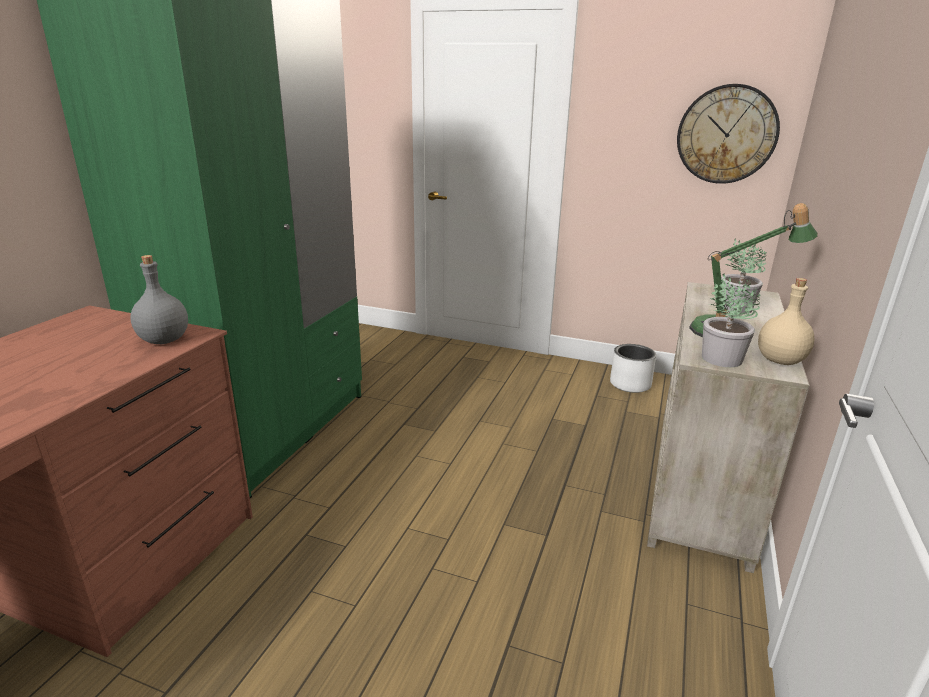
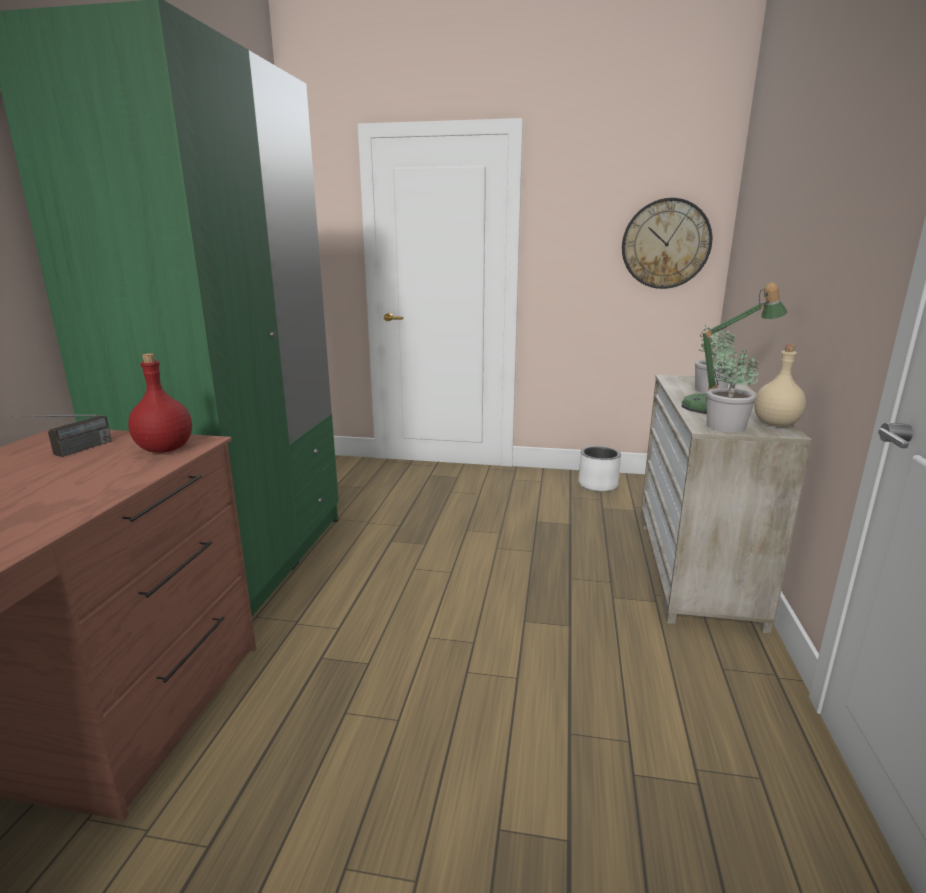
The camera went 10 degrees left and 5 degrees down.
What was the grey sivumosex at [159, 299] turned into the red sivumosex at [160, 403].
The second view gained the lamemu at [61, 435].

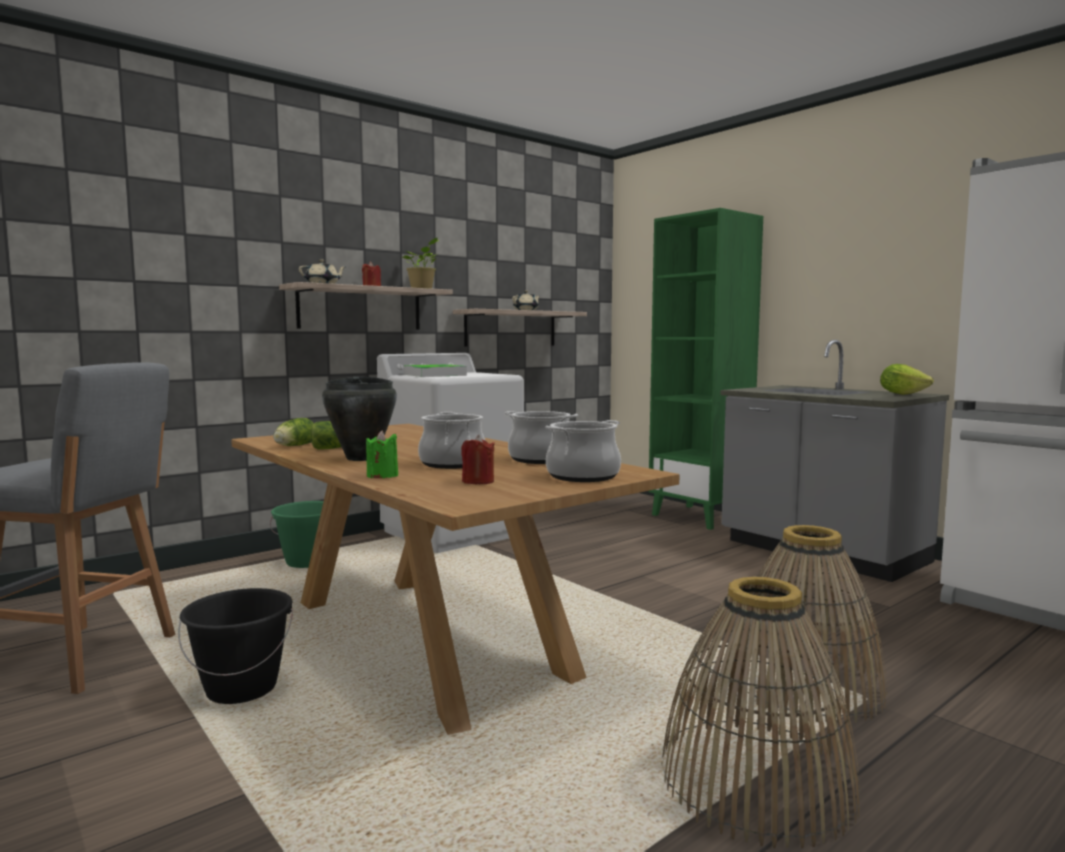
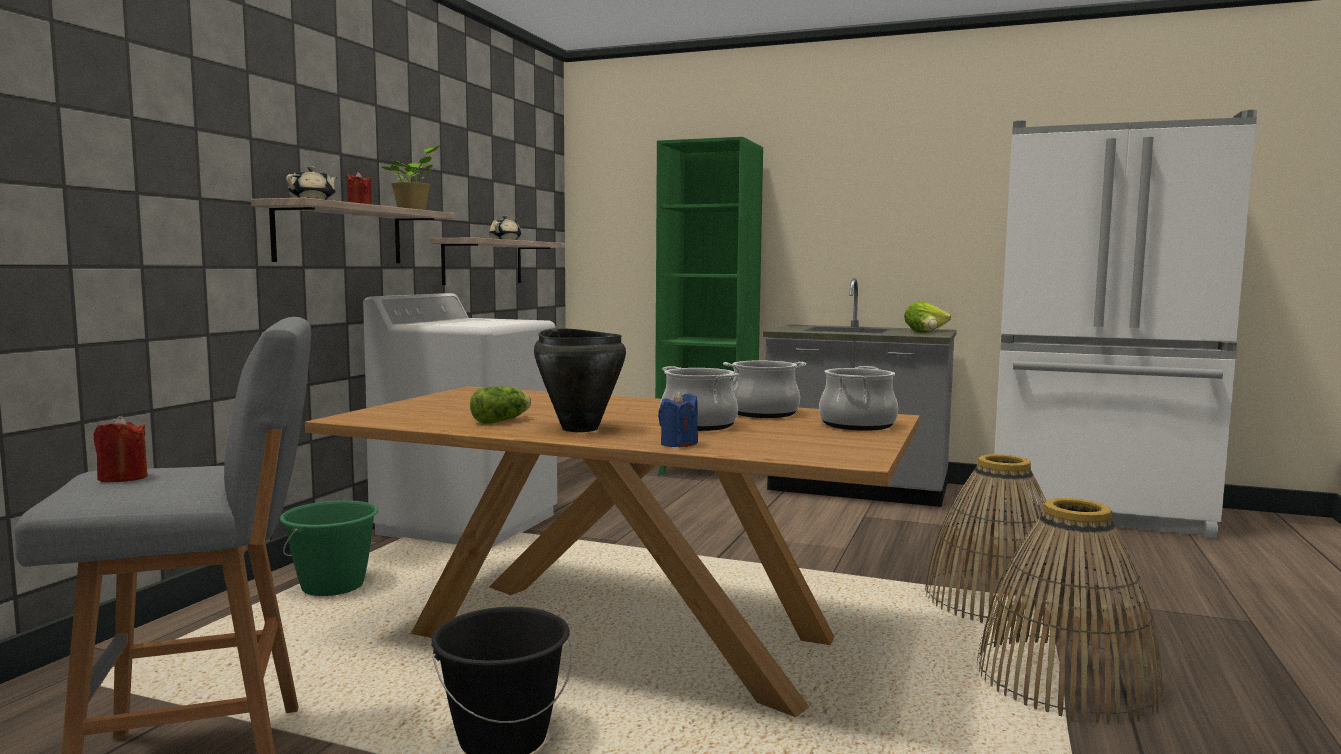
The camera went 30 degrees left and 0 degrees up.
The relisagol ended up elsewhere, having gone from [293, 432] to [923, 322].
What was the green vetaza at [382, 454] turned into the blue vetaza at [678, 419].
The second view lost the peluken at [435, 370].
The red vetaza ended up elsewhere, having gone from [478, 459] to [120, 448].

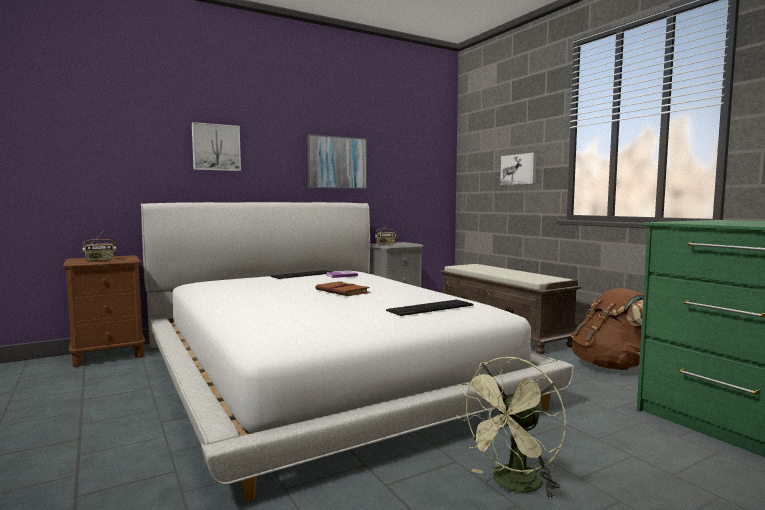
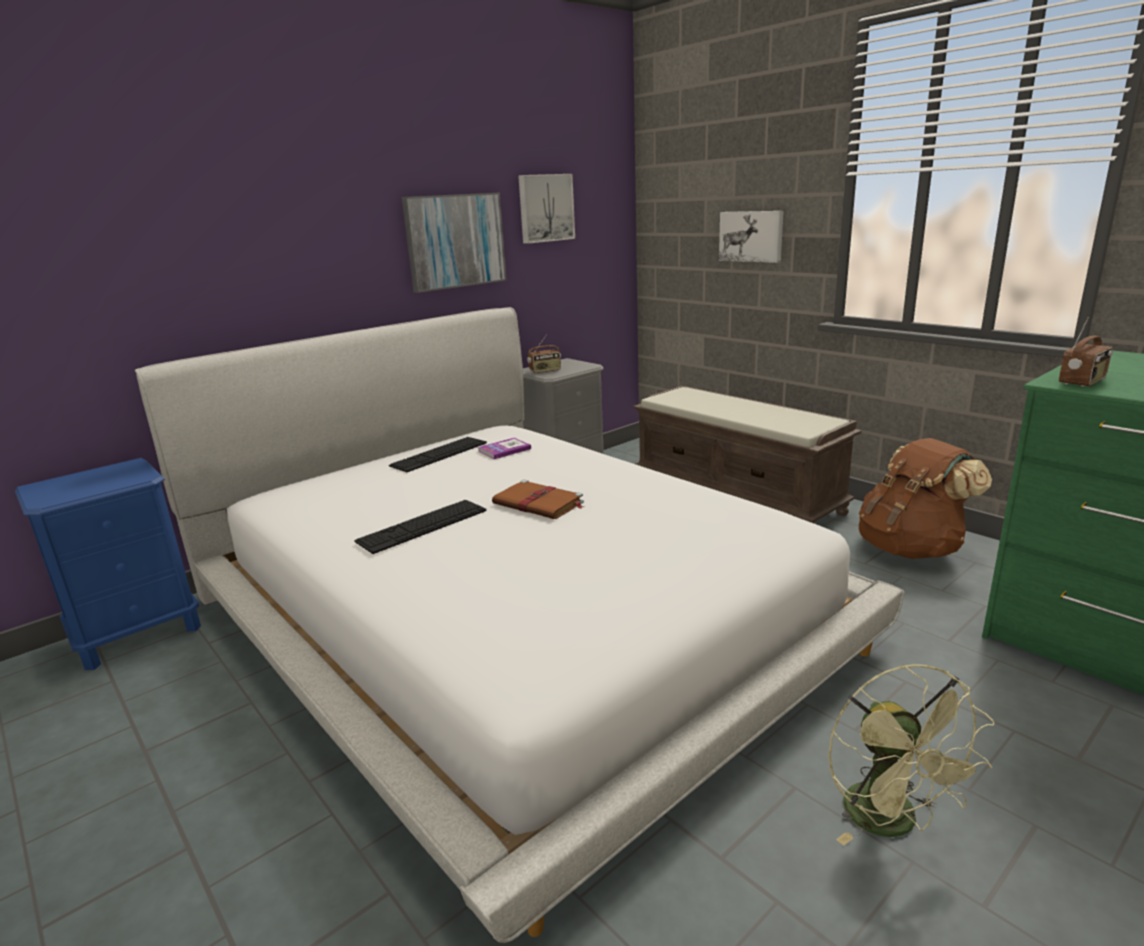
The camera went 10 degrees left and 15 degrees up.
What was the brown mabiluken at [104, 311] turned into the blue mabiluken at [108, 564].
The lamemu ended up elsewhere, having gone from [99, 246] to [1086, 352].
The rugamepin ended up elsewhere, having gone from [216, 146] to [546, 209].
The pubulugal ended up elsewhere, having gone from [429, 307] to [420, 527].
The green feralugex at [511, 428] ended up facing another way, 45 degrees counterclockwise from before.

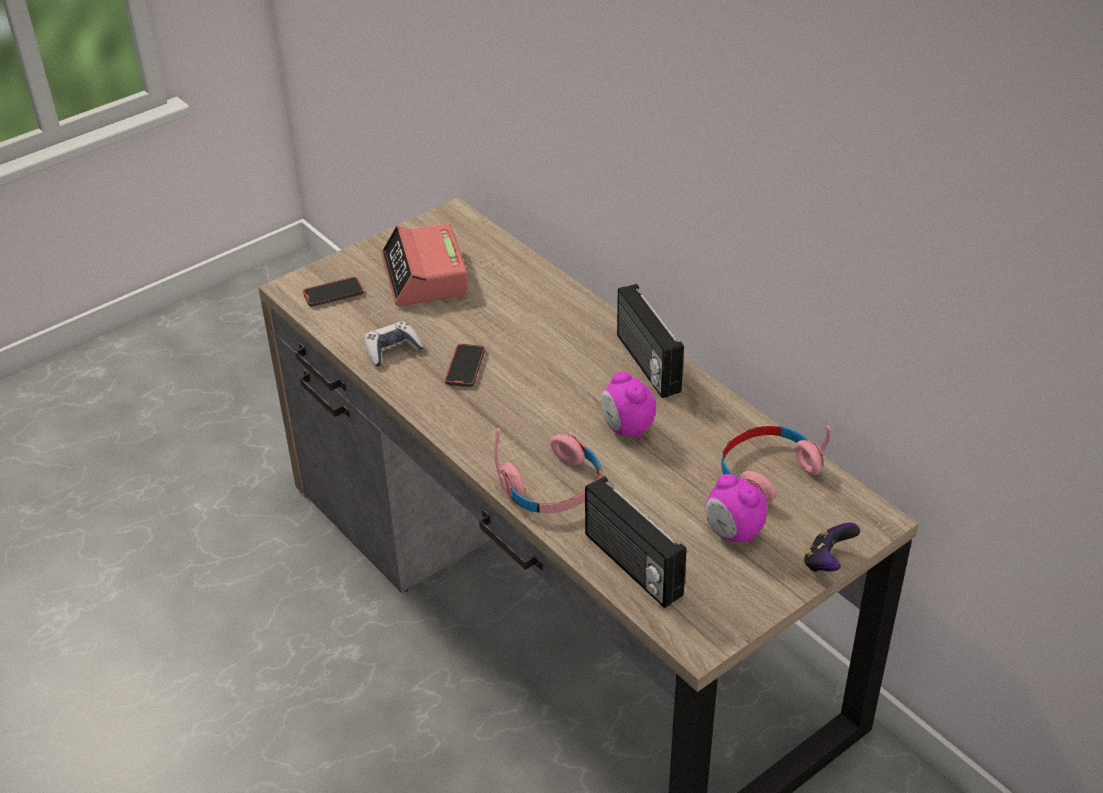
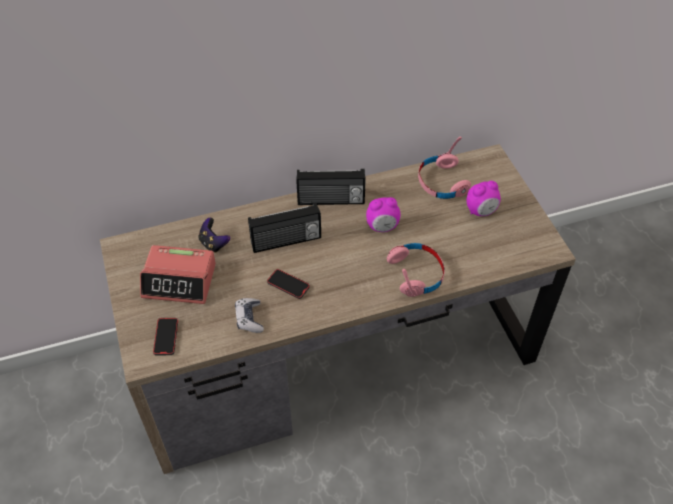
The camera went 70 degrees left and 10 degrees up.
The lamemu ended up elsewhere, having gone from [635, 542] to [284, 228].
The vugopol ended up elsewhere, having gone from [832, 547] to [214, 235].

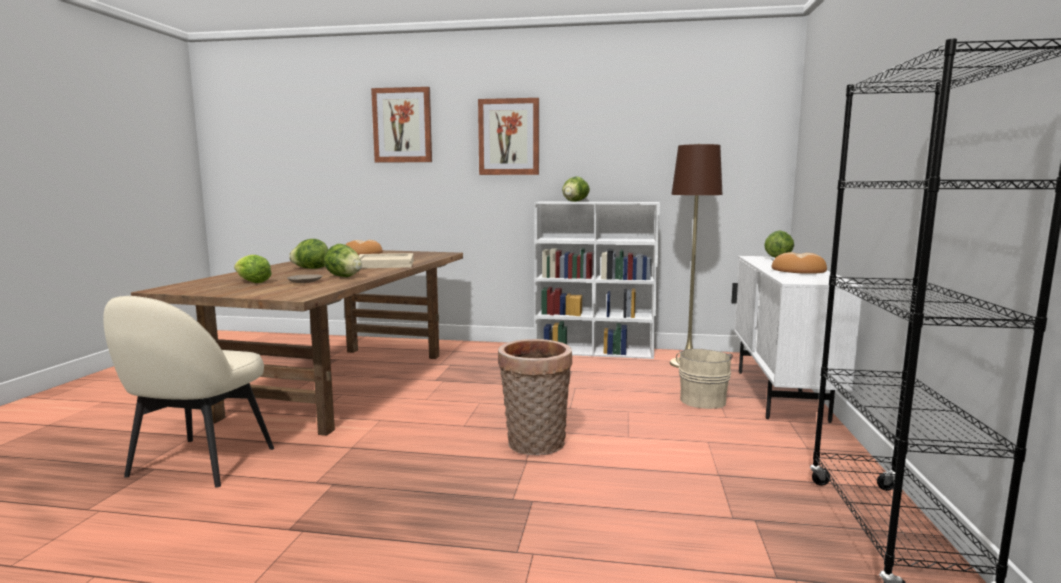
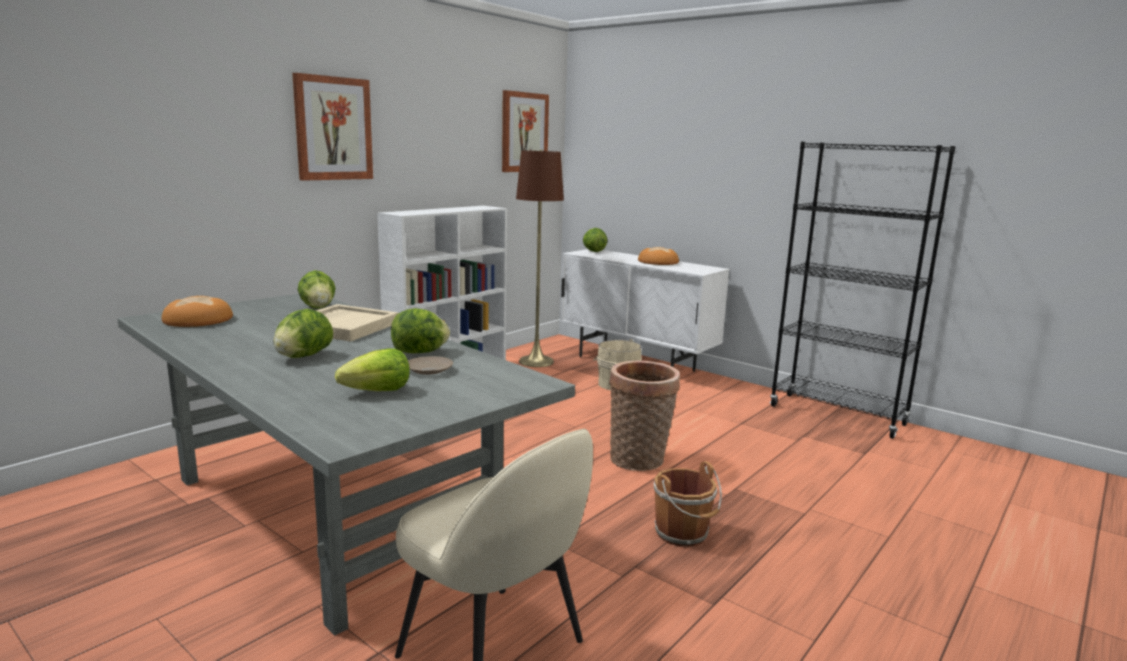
The camera went 60 degrees left and 5 degrees up.
What was the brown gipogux at [297, 343] turned into the grey gipogux at [346, 465].
The rugamepin ended up elsewhere, having gone from [401, 125] to [525, 131].
The relisagol ended up elsewhere, having gone from [576, 189] to [316, 289].
The second view gained the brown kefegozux at [688, 504].

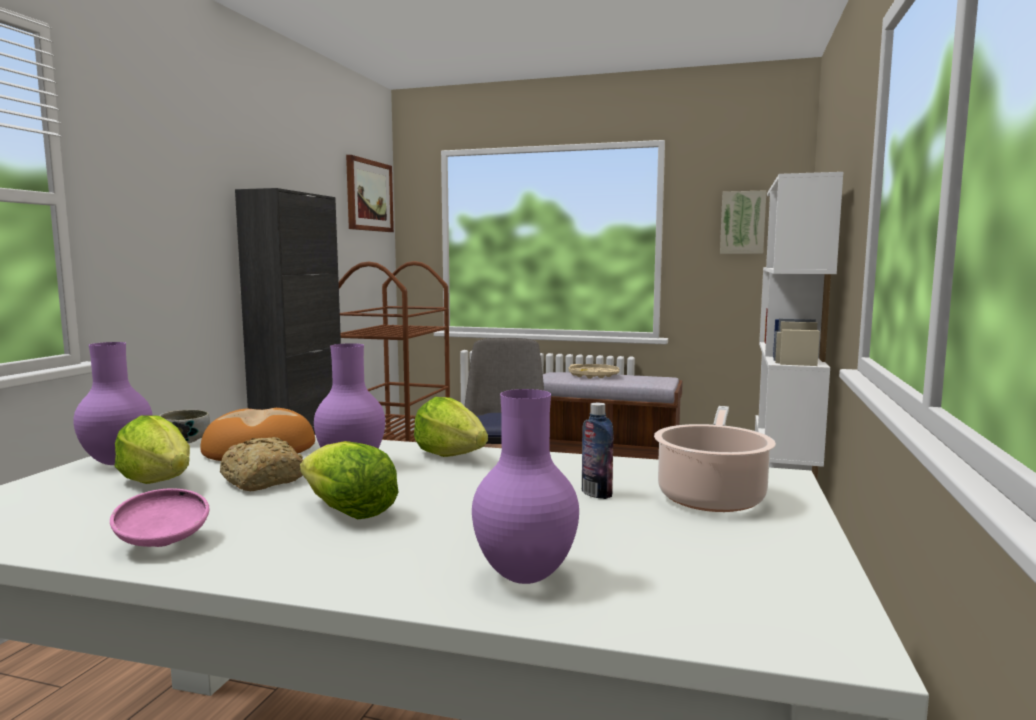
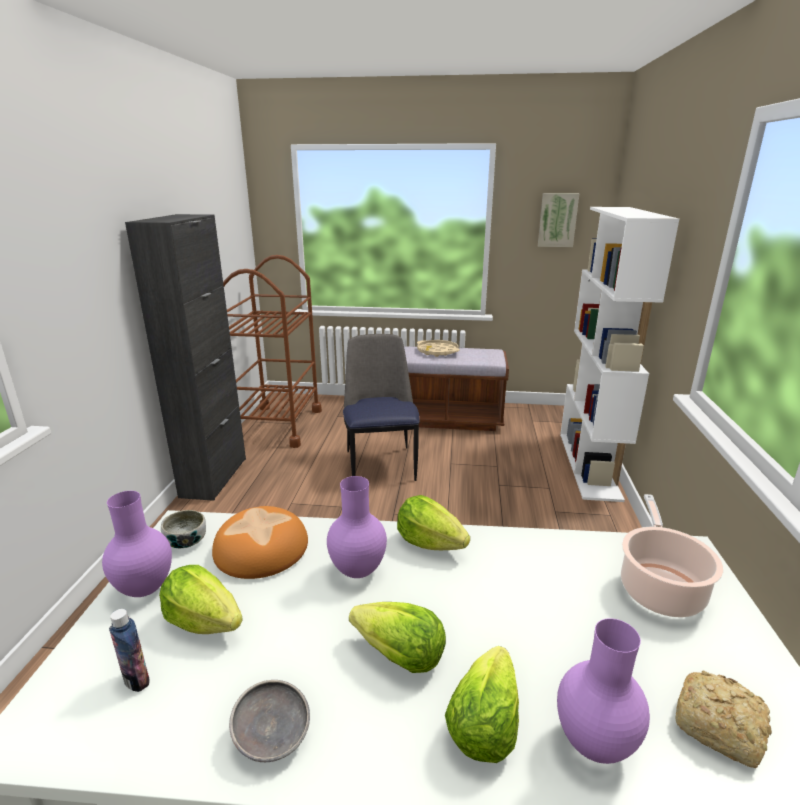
The camera went 10 degrees left and 15 degrees up.
What was the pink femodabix at [160, 517] turned into the grey femodabix at [269, 721].
The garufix ended up elsewhere, having gone from [261, 464] to [723, 719].
The second view lost the rugamepin at [370, 193].
The sivumosex ended up elsewhere, having gone from [598, 451] to [129, 650].
The second view gained the relisagol at [482, 704].

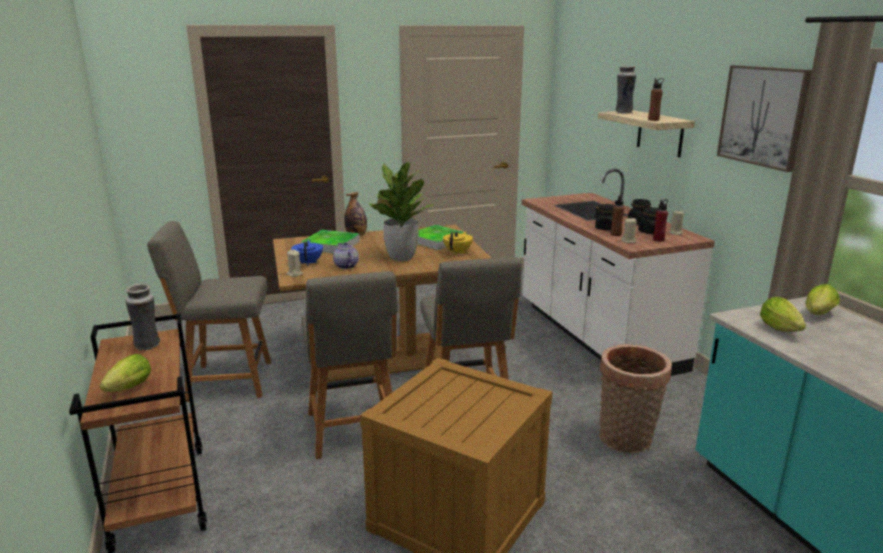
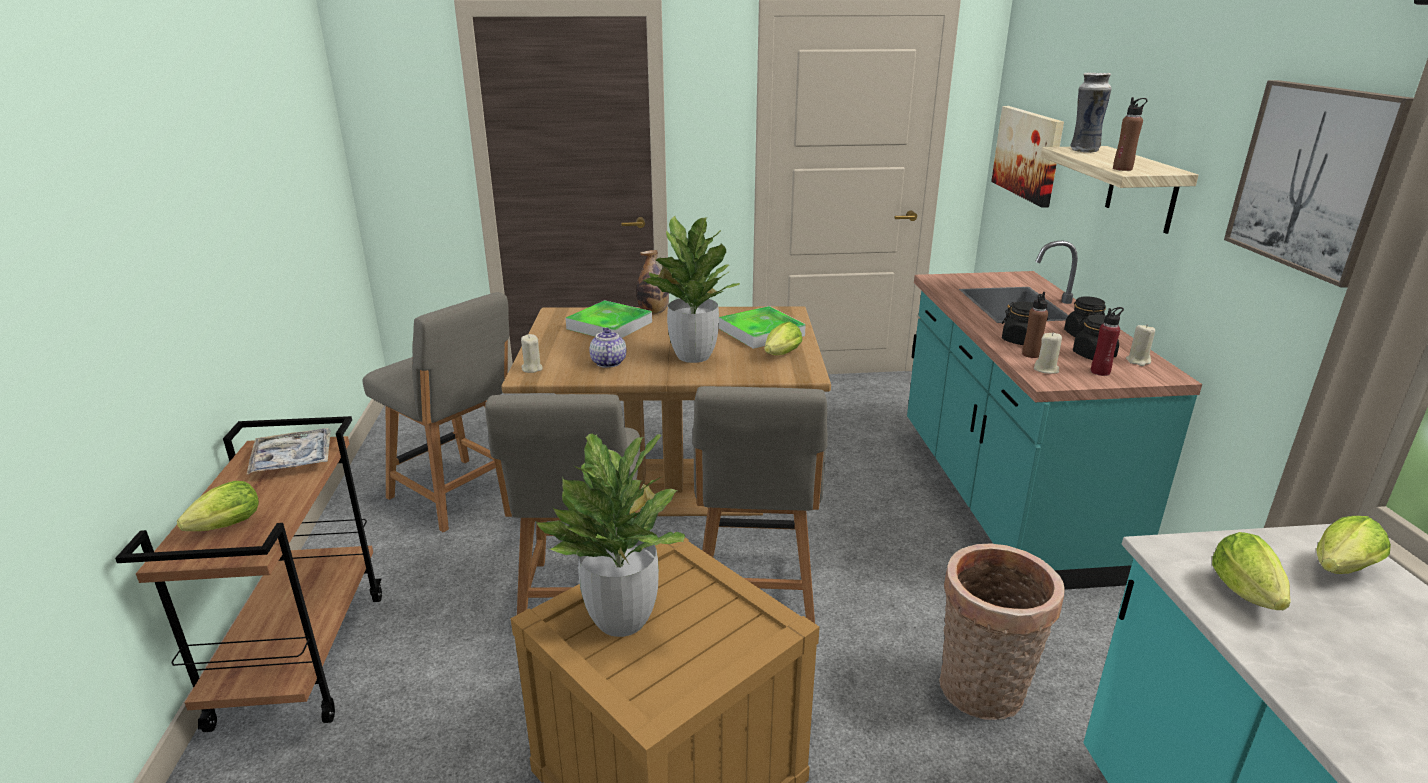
The camera went 15 degrees right and 5 degrees up.
Where the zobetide stood at [142, 317], the peluken came to stand at [289, 451].
The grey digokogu at [209, 311] ended up facing another way, 150 degrees counterclockwise from before.
The second view lost the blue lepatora at [307, 252].
Where the yellow lepatora stood at [458, 243], the relisagol came to stand at [783, 338].
What was the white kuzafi at [618, 272] turned into the turquoise kuzafi at [1054, 415].
The second view gained the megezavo at [610, 535].
The second view gained the rugamepin at [1027, 157].

